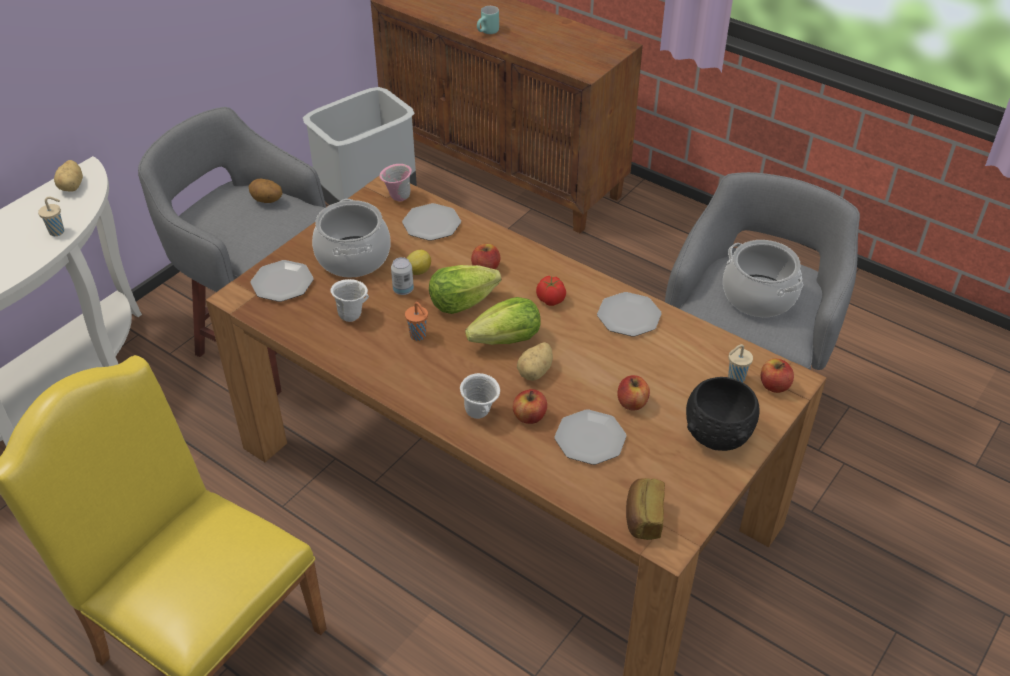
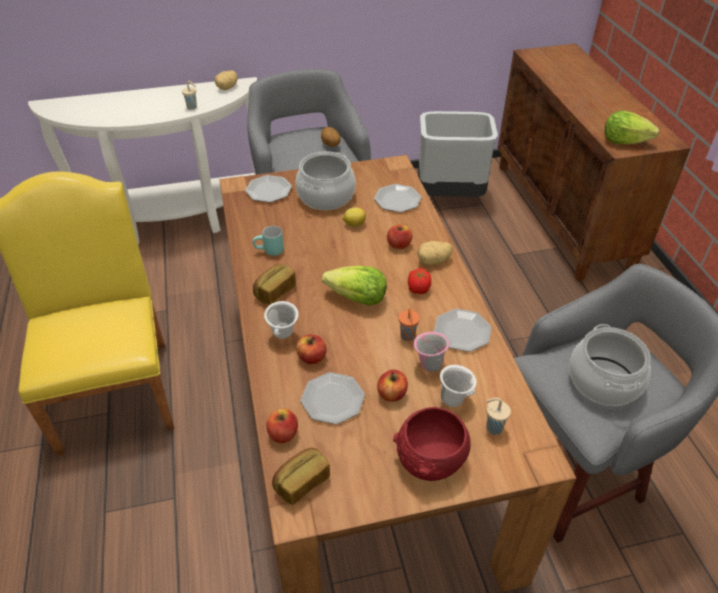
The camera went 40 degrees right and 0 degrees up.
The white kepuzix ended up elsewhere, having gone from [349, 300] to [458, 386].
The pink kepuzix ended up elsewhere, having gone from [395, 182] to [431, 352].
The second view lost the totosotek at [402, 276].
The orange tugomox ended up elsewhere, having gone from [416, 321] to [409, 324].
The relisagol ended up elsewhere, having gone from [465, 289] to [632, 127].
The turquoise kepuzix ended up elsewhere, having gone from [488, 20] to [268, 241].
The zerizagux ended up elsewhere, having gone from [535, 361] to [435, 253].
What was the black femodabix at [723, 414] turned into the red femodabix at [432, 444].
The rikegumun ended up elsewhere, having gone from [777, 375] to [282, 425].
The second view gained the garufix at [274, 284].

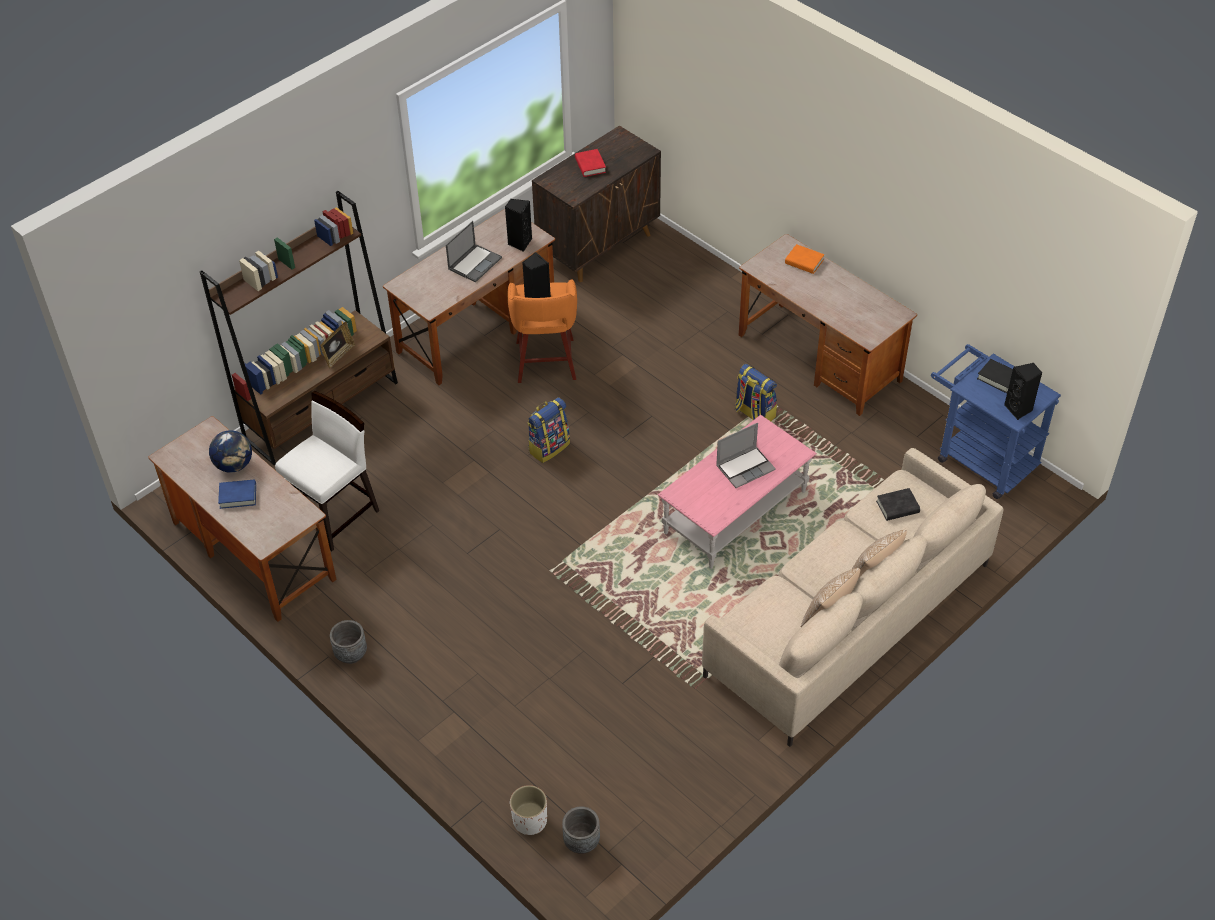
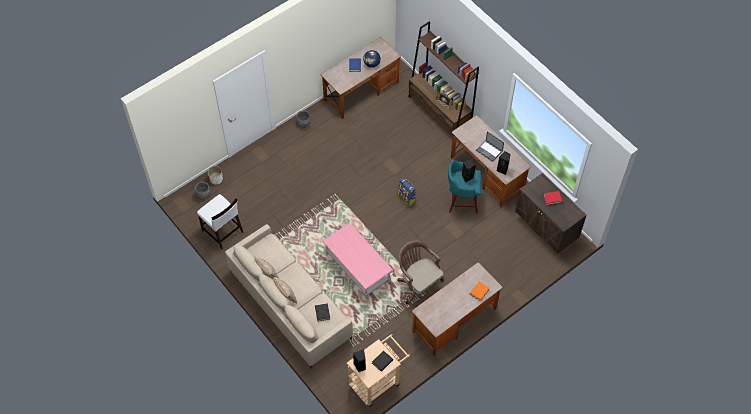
The camera went 95 degrees right and 10 degrees up.
The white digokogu ended up elsewhere, having gone from [327, 471] to [220, 222].
What was the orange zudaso at [542, 331] turned into the turquoise zudaso at [464, 186].
The second view lost the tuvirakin at [746, 455].
Where the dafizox stood at [756, 392], the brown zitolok came to stand at [420, 272].
What was the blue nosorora at [996, 421] turned into the beige nosorora at [378, 370].

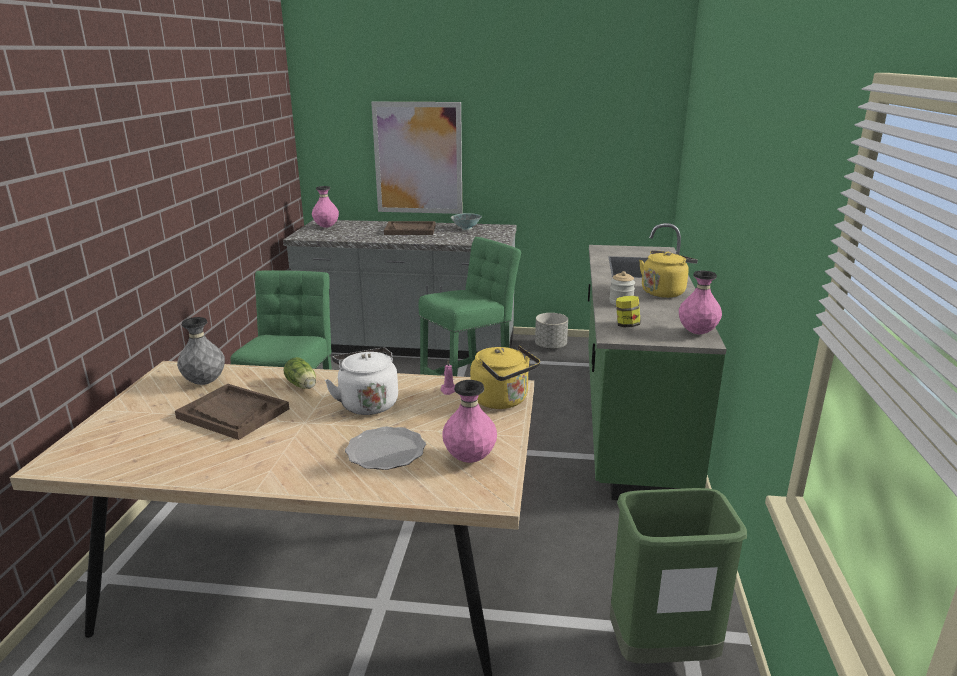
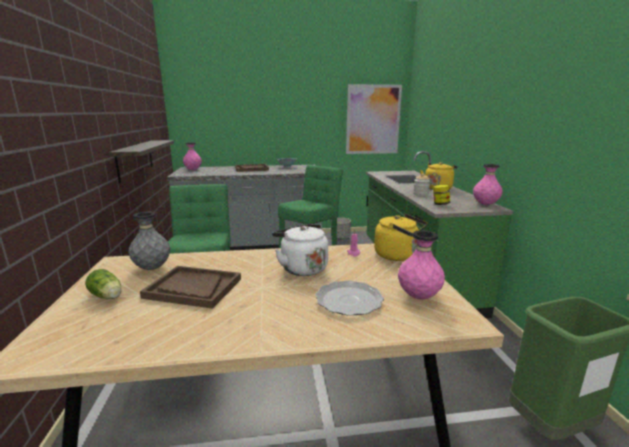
The camera went 15 degrees left and 5 degrees down.
The relisagol ended up elsewhere, having gone from [300, 373] to [103, 284].
The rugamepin ended up elsewhere, having gone from [417, 158] to [374, 119].
The second view gained the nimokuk at [141, 161].

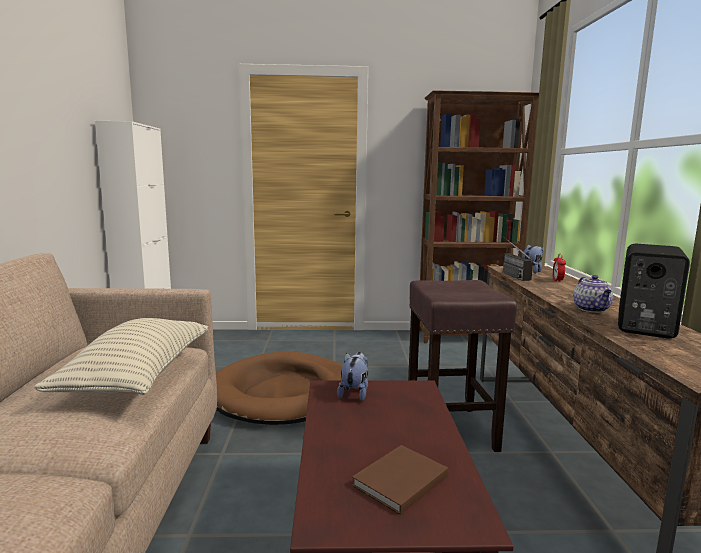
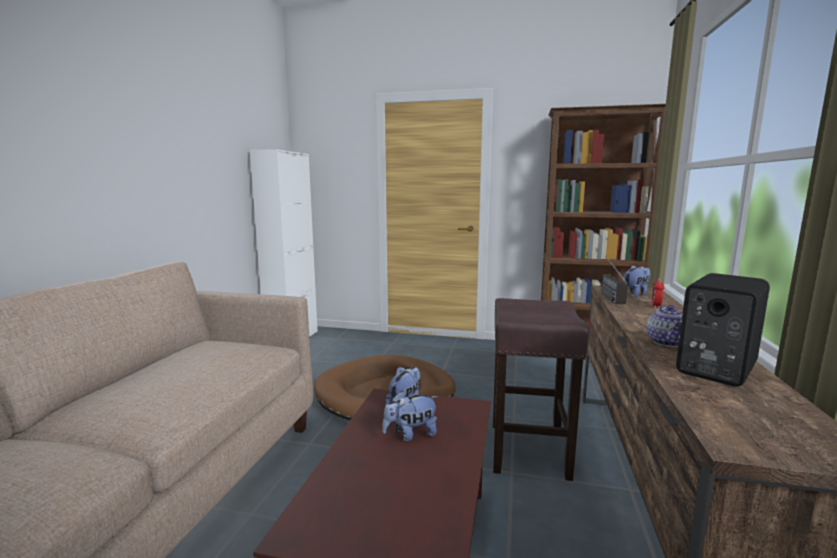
The camera went 15 degrees right and 0 degrees up.
The second view lost the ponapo at [121, 356].
The second view lost the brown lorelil at [400, 480].
The second view gained the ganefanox at [410, 416].

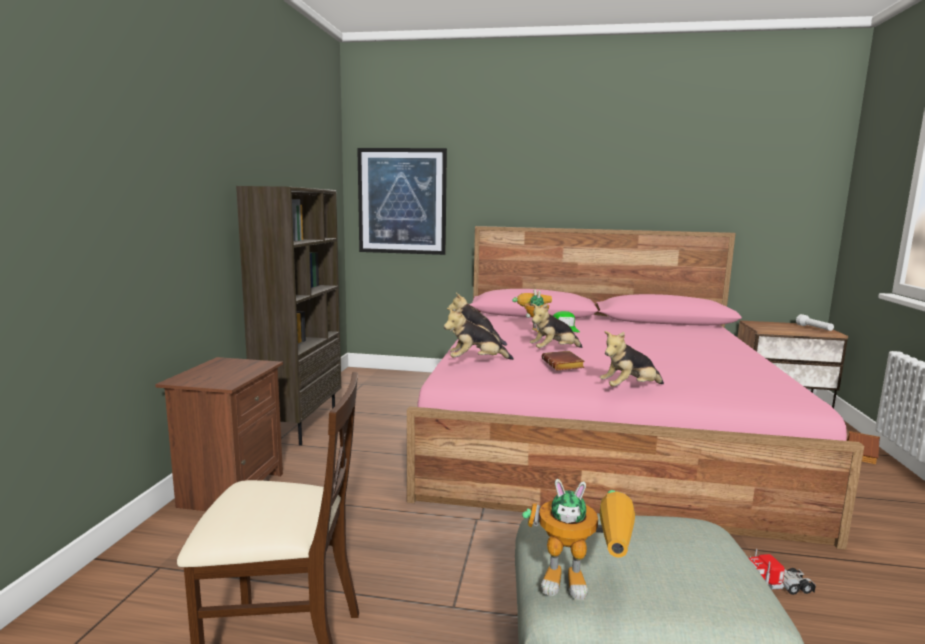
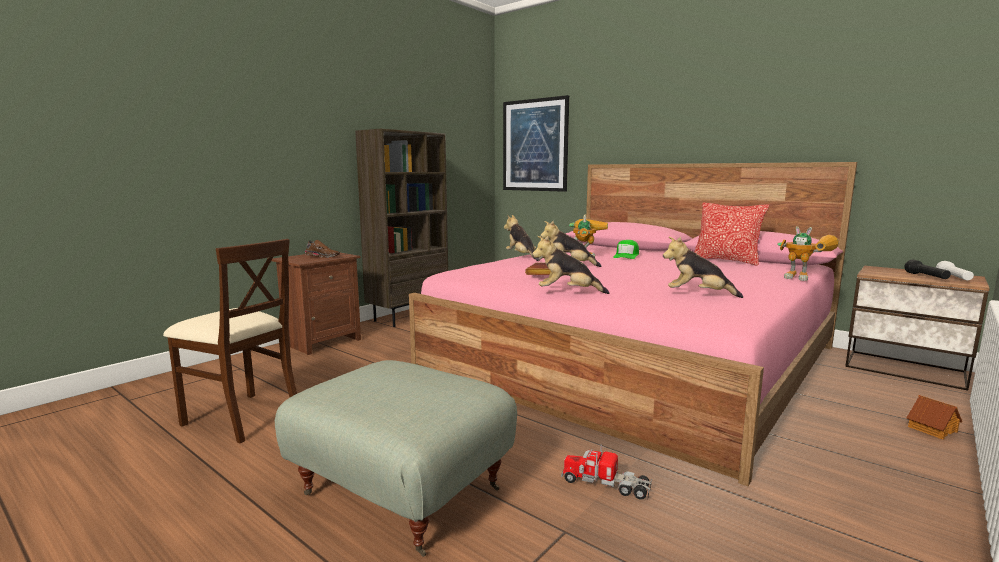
The camera went 30 degrees right and 0 degrees up.
The ganefanox ended up elsewhere, having gone from [479, 334] to [703, 267].
The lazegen ended up elsewhere, having gone from [578, 539] to [808, 253].
The second view gained the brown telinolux at [322, 249].
The second view gained the ponapo at [731, 234].
The second view gained the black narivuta at [928, 269].

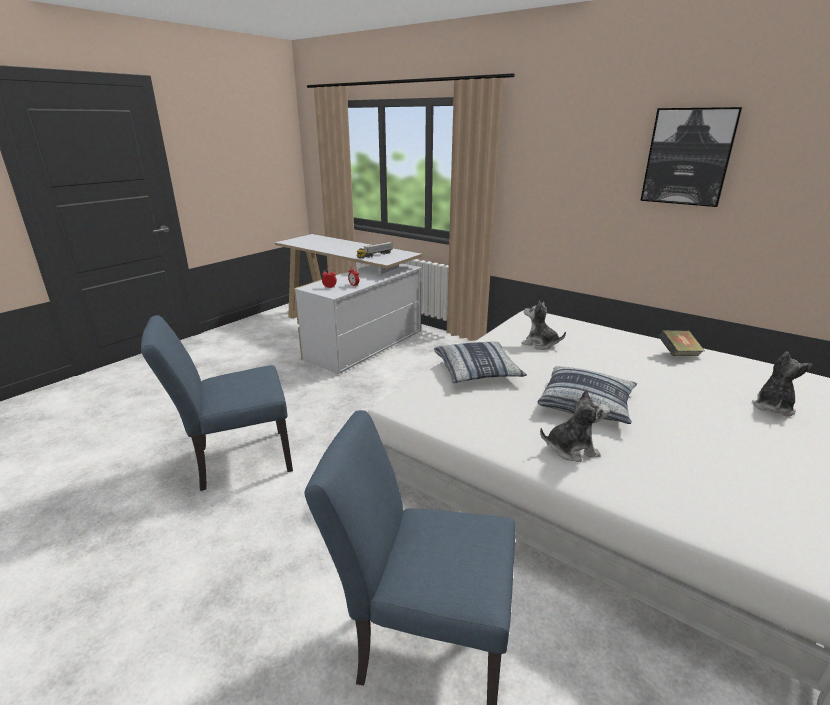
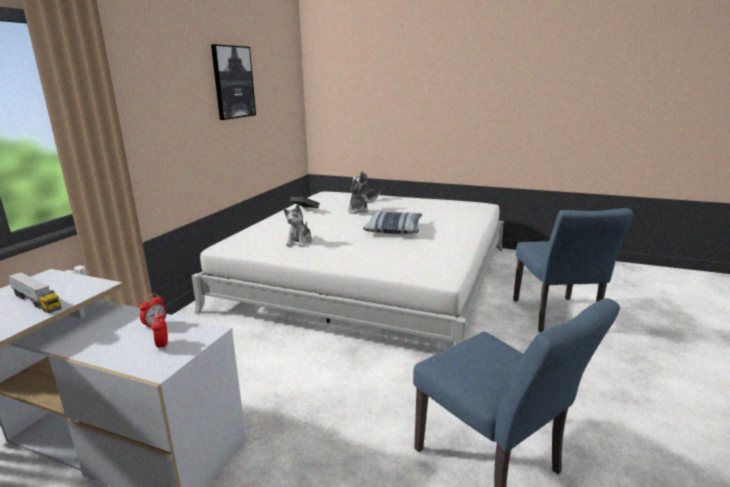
The camera went 105 degrees left and 5 degrees down.
The second view lost the ponapo at [480, 362].
The ganefanox ended up elsewhere, having gone from [575, 425] to [358, 196].

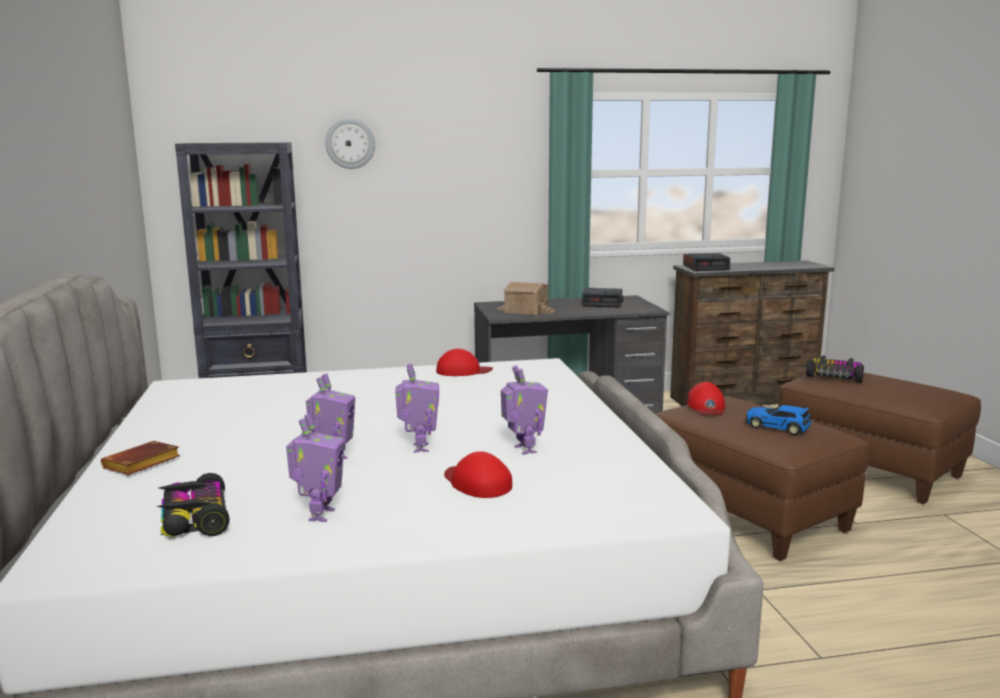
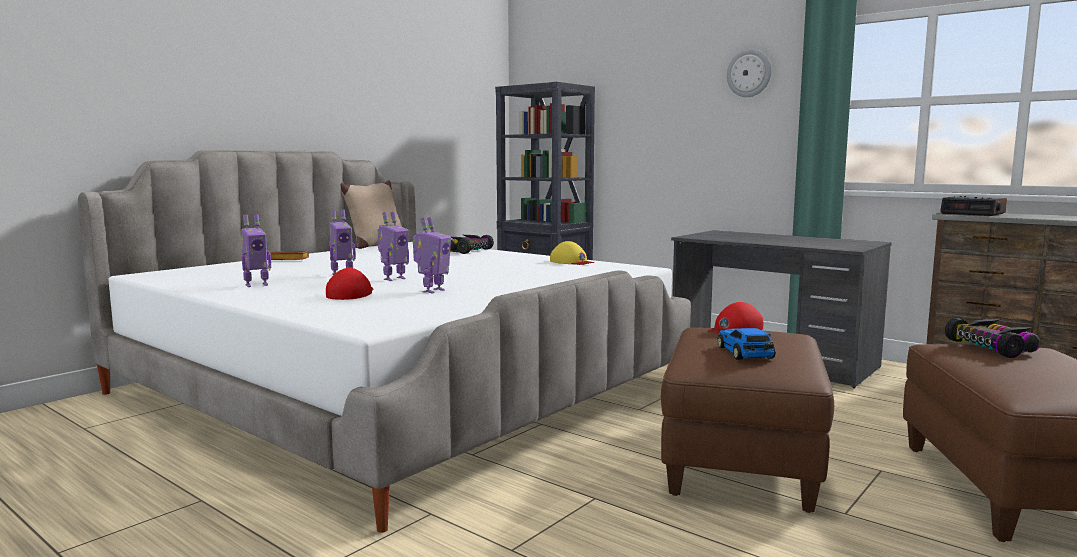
The camera went 50 degrees right and 5 degrees down.
The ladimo ended up elsewhere, having gone from [193, 505] to [472, 244].
The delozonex ended up elsewhere, having gone from [350, 143] to [749, 73].
What was the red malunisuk at [464, 362] turned into the yellow malunisuk at [572, 253].
The second view lost the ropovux at [526, 298].
The second view lost the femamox at [602, 298].
The second view gained the beige ponapo at [371, 214].

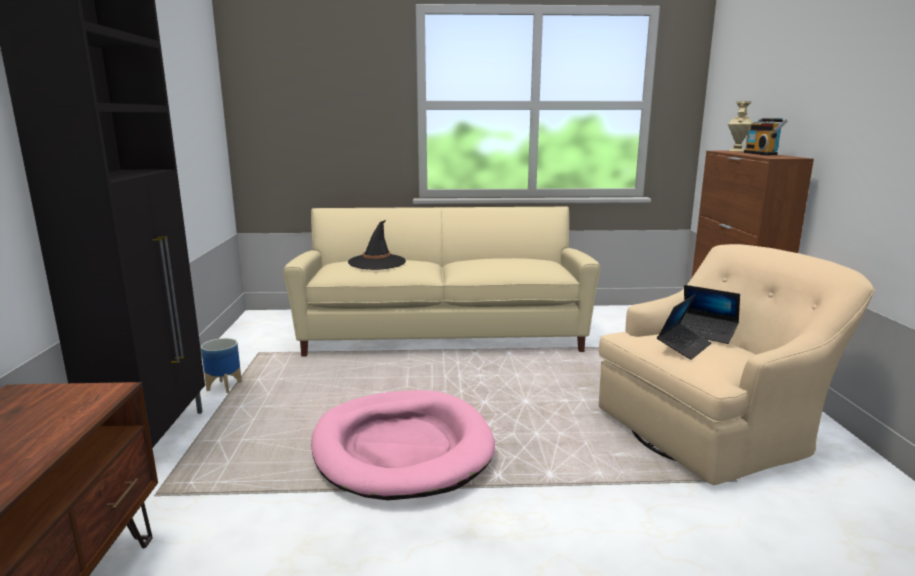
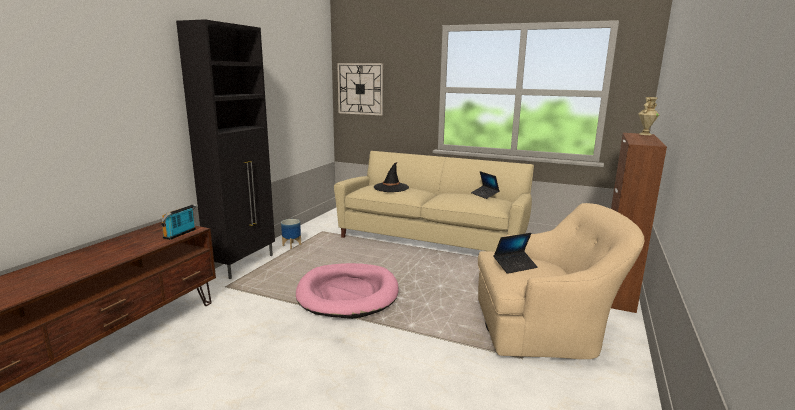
The camera went 25 degrees right and 0 degrees up.
The tuvirakin ended up elsewhere, having gone from [710, 314] to [485, 185].
The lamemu ended up elsewhere, having gone from [766, 136] to [179, 222].
The second view gained the delozonex at [360, 89].

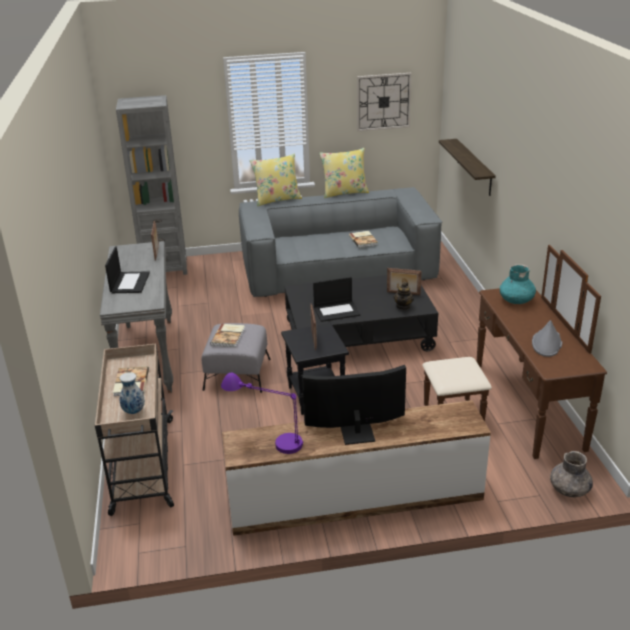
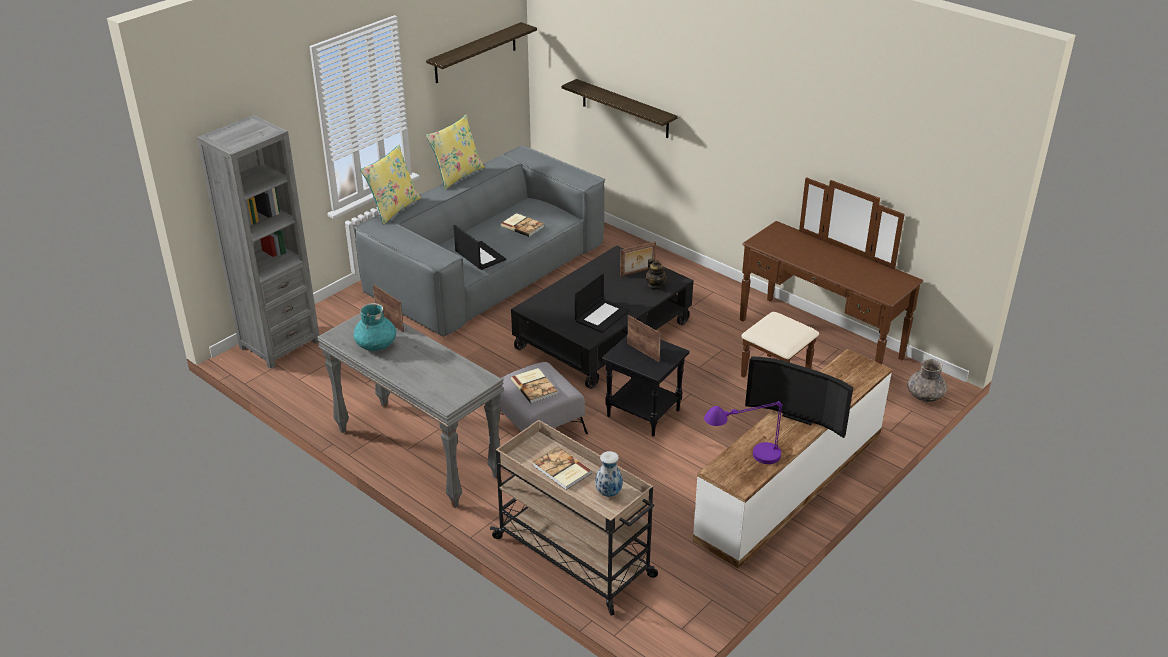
The camera went 40 degrees left and 5 degrees up.
The tuvirakin ended up elsewhere, having gone from [127, 269] to [480, 247].
The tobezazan at [354, 405] ended up facing another way, 105 degrees counterclockwise from before.
Where the delozonex hung at [384, 102], the nimokuk came to hang at [481, 52].
The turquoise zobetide ended up elsewhere, having gone from [518, 284] to [375, 327].
The second view lost the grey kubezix at [547, 338].

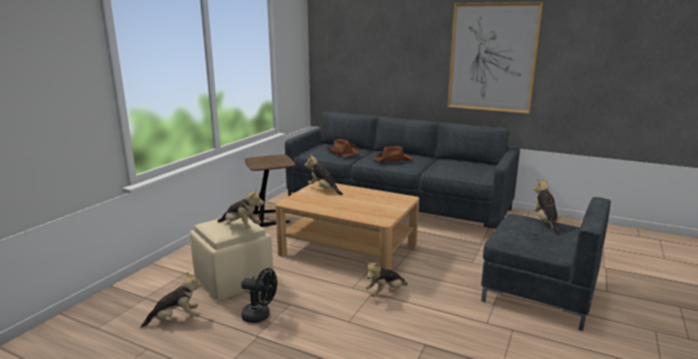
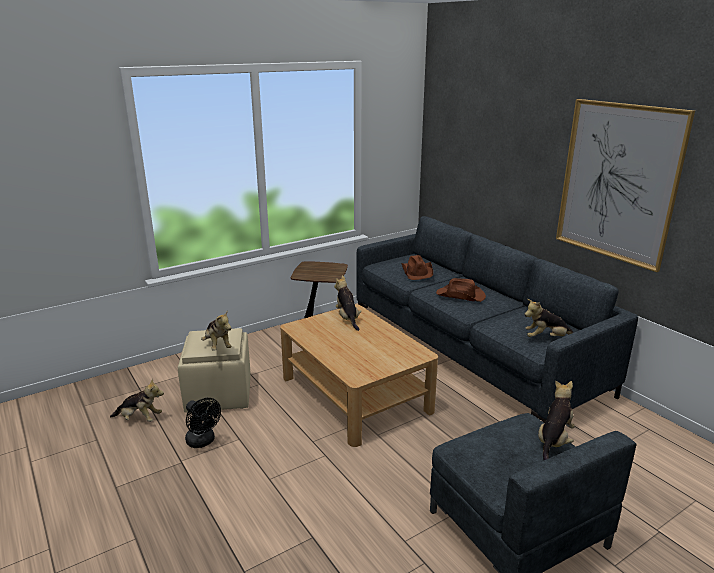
The camera went 30 degrees right and 5 degrees up.
The ganefanox ended up elsewhere, having gone from [386, 279] to [549, 318].

